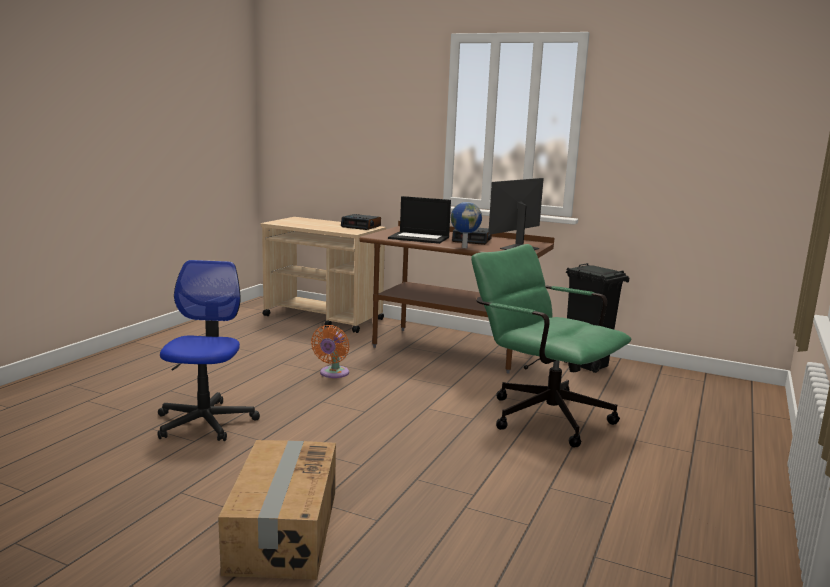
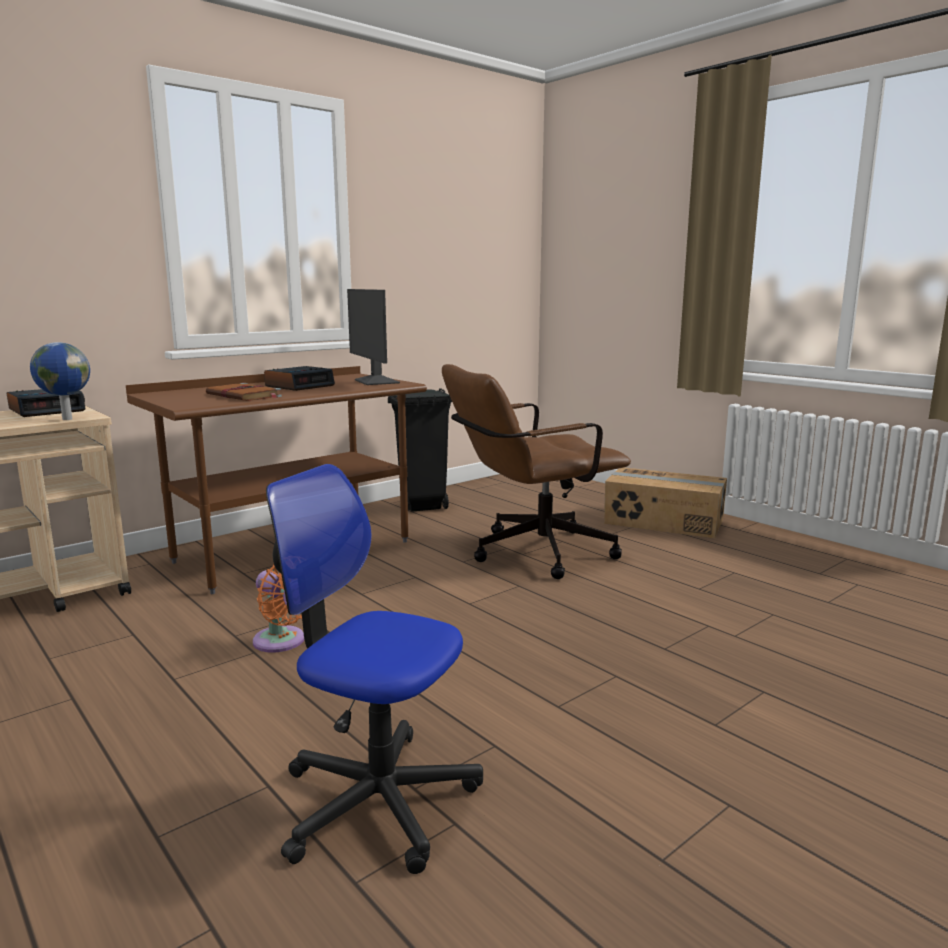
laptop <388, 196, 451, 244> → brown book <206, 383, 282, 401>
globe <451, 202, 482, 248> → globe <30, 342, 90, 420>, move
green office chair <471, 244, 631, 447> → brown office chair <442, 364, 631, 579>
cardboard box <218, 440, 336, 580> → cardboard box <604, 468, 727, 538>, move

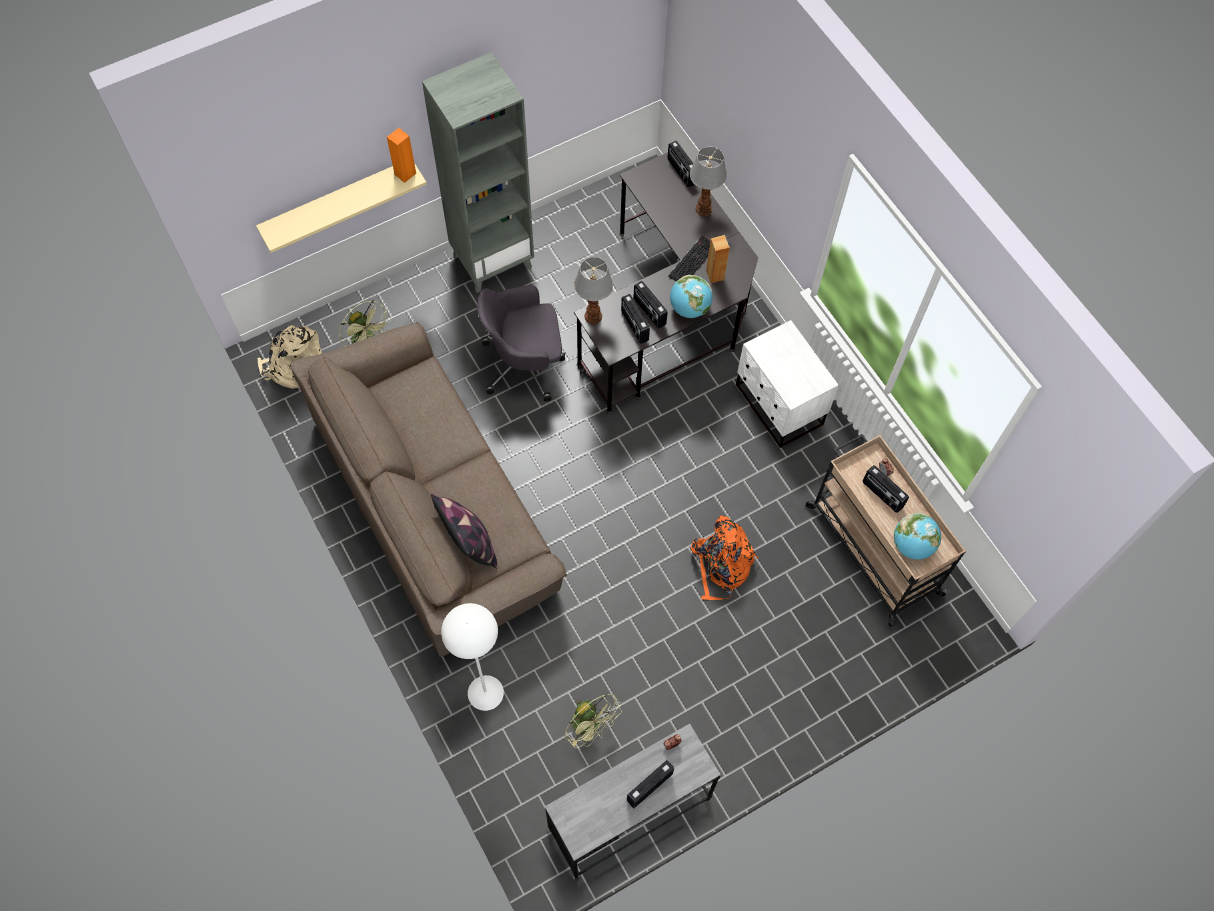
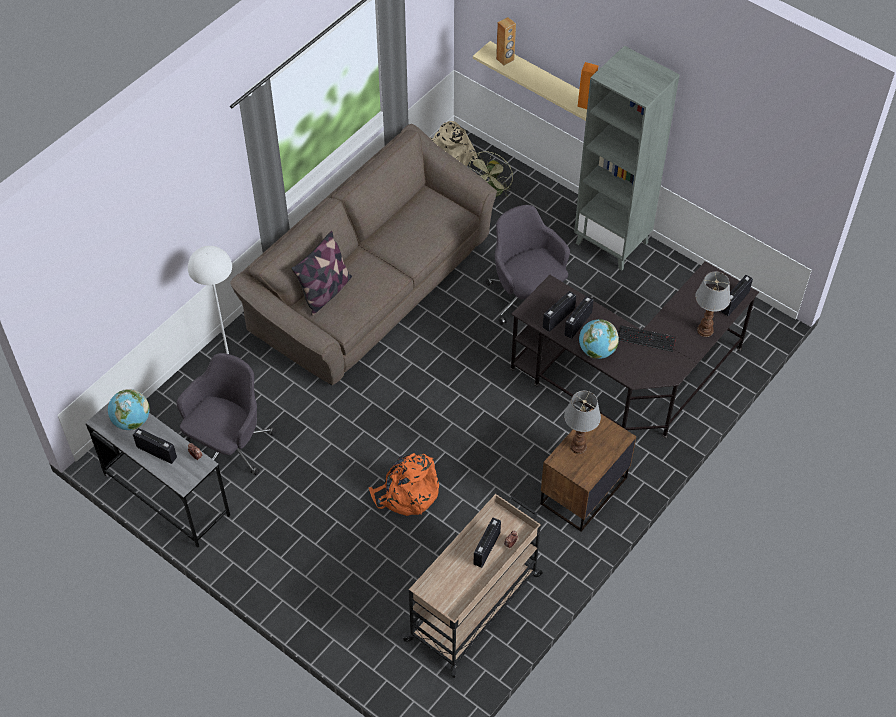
brown speaker <706, 235, 730, 283> → brown speaker <496, 17, 516, 65>, move
table lamp <574, 257, 613, 324> → table lamp <564, 391, 601, 454>, move
white nightstand <736, 320, 839, 448> → brown nightstand <541, 408, 636, 532>
globe <894, 513, 941, 560> → globe <108, 389, 150, 430>, move
green fan <565, 694, 622, 748> → grey office chair <177, 353, 276, 476>

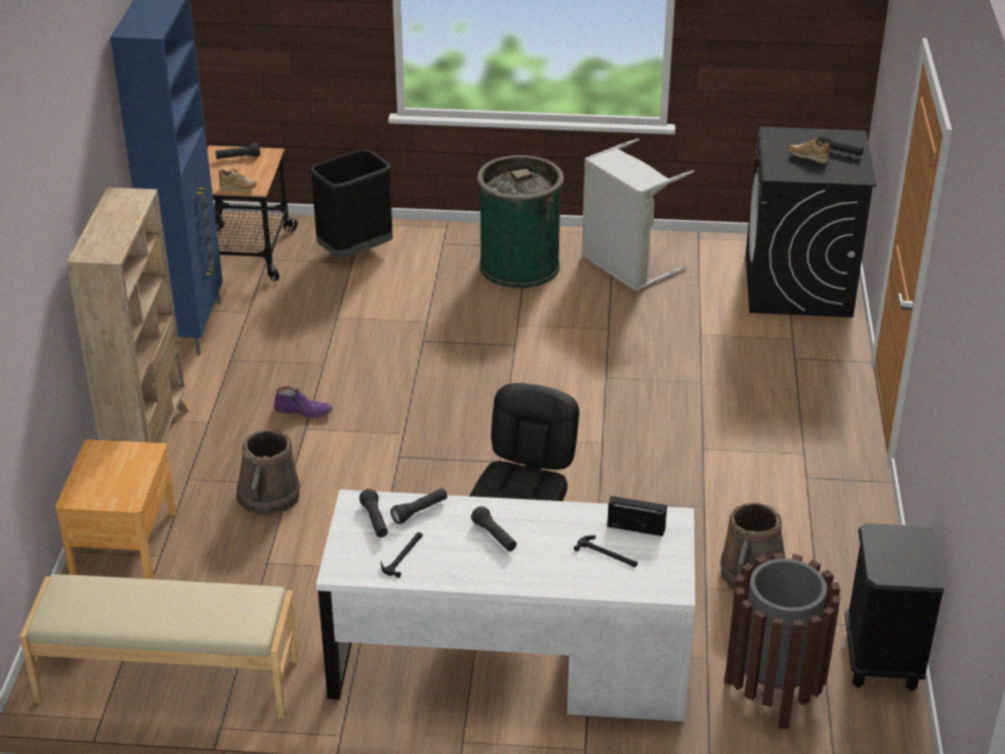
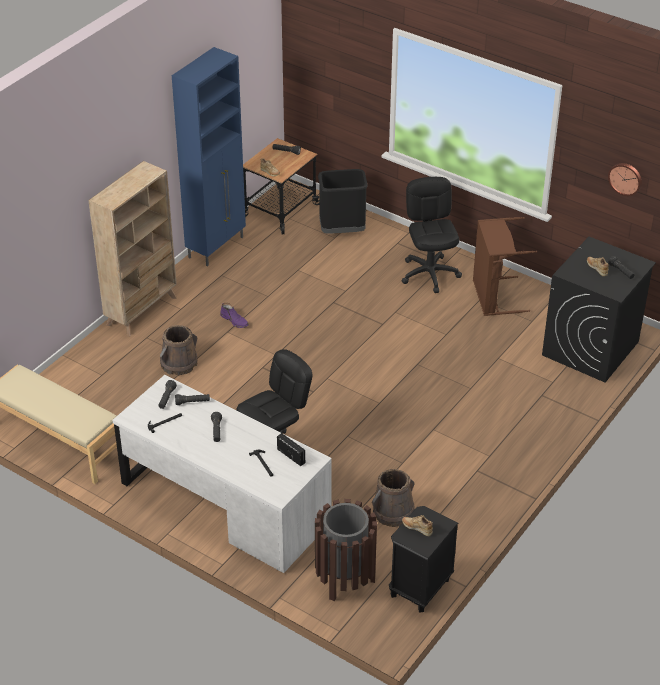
grey laundry basket <581, 138, 694, 292> → brown laundry basket <473, 217, 537, 316>
green trash can <477, 155, 564, 288> → black office chair <402, 177, 462, 293>
brown nightstand <56, 439, 177, 579> → -
- → wall clock <608, 163, 642, 196>
- → beige shoe <402, 515, 433, 536>

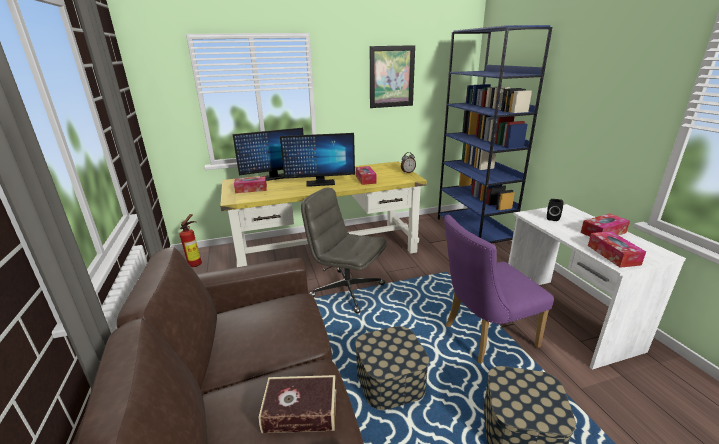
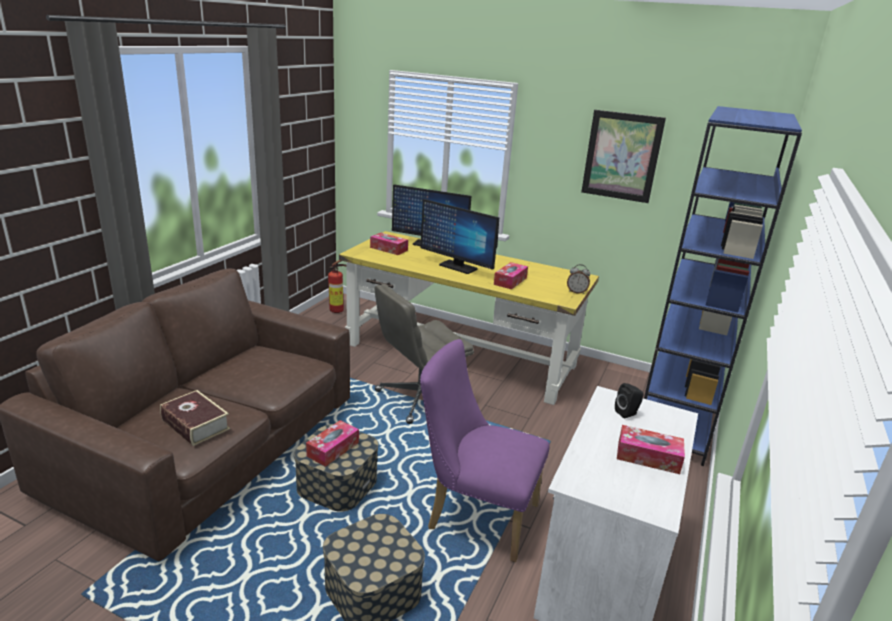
grey office chair <301, 188, 387, 314> → grey office chair <375, 284, 474, 424>, 105 degrees counterclockwise
tissue box <588, 231, 646, 268> → tissue box <306, 420, 359, 467>, move

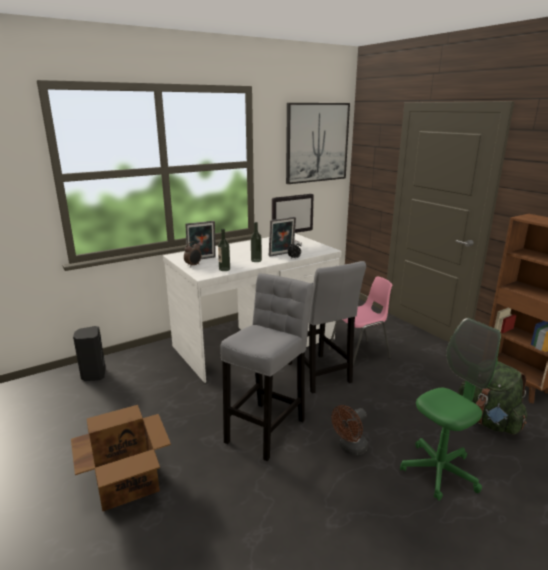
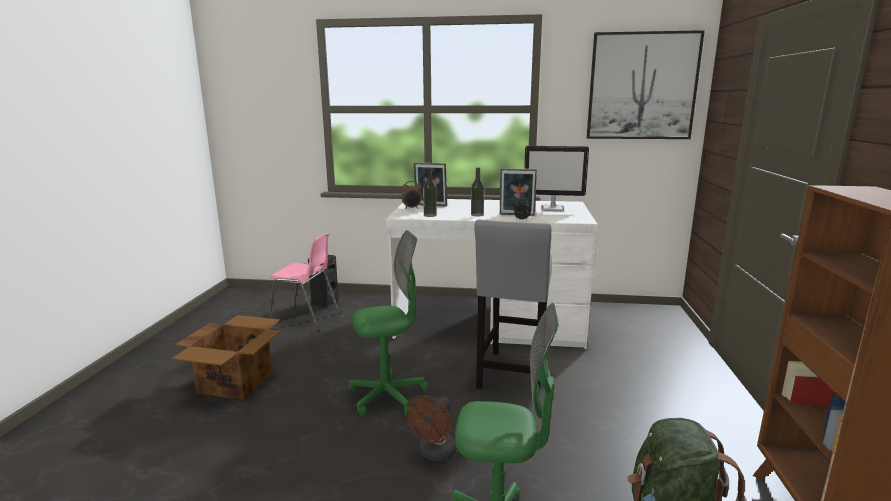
grey stool <220, 273, 313, 461> → green office chair <349, 230, 429, 416>
pink chair <328, 276, 392, 365> → pink chair <268, 233, 340, 331>, move
brown fan <331, 405, 368, 455> → brown fan <407, 395, 457, 462>, 60 degrees counterclockwise

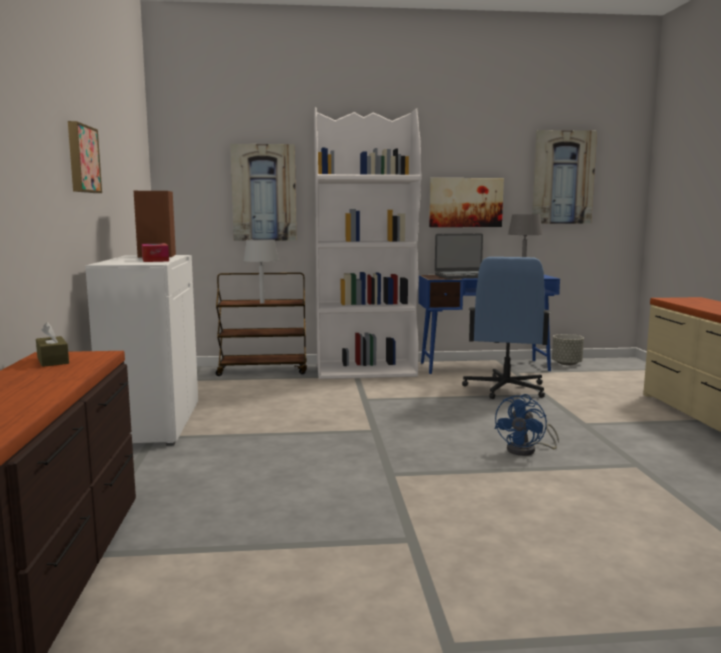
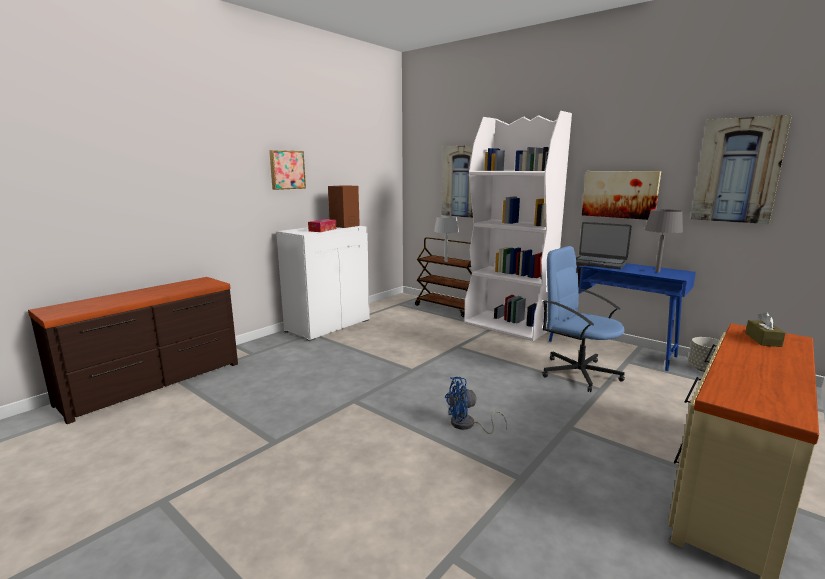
blue office chair <462, 257, 551, 399> → blue office chair <543, 246, 625, 392>, 75 degrees clockwise
brown tissue box <36, 322, 69, 367> → brown tissue box <745, 312, 786, 347>, move

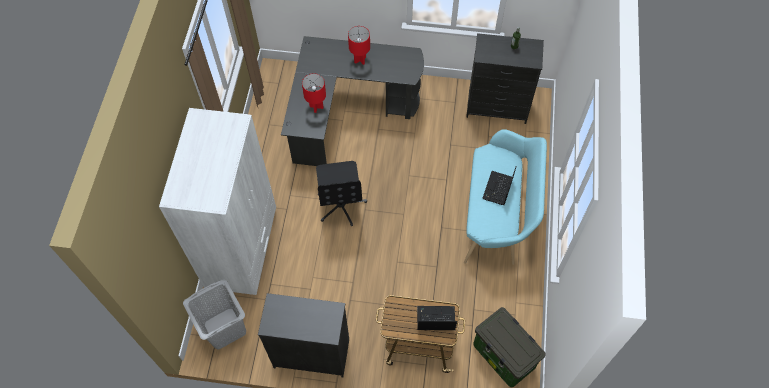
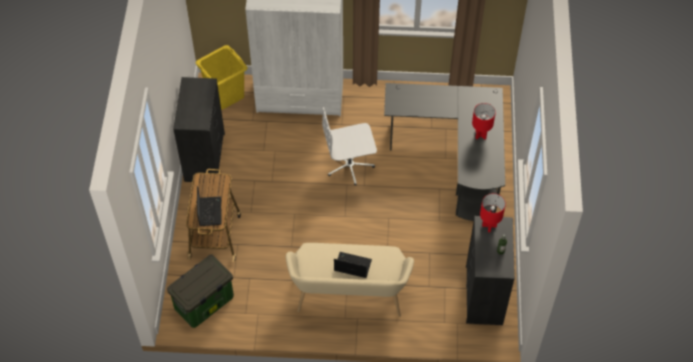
red table lamp <302, 74, 326, 113> → red table lamp <480, 193, 506, 232>, move
turquoise bench <464, 129, 547, 265> → beige bench <286, 243, 414, 317>
black office chair <316, 161, 367, 226> → white office chair <322, 107, 377, 185>
grey laundry basket <183, 280, 246, 349> → yellow laundry basket <196, 45, 248, 110>

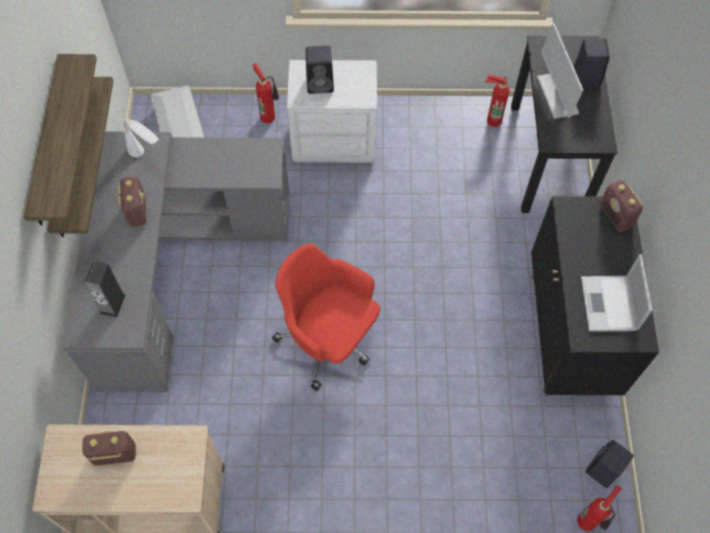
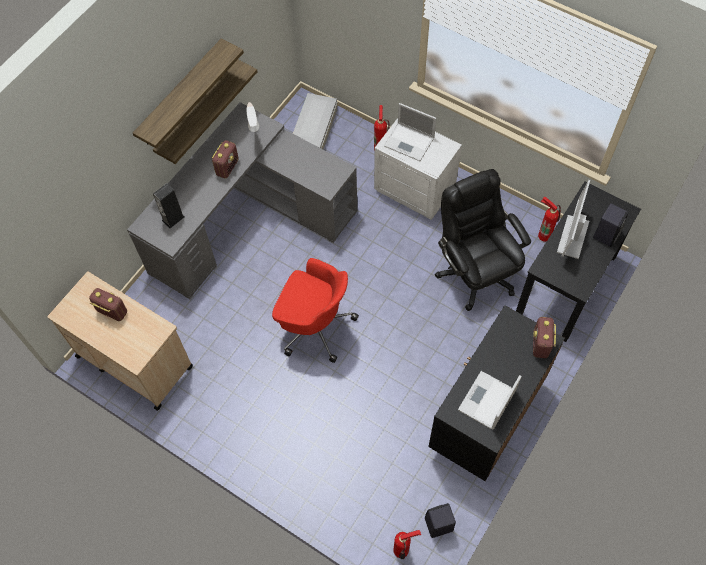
black speaker <306, 45, 334, 94> → laptop <384, 103, 436, 161>
red office chair <272, 244, 380, 391> → red office chair <272, 258, 359, 363>, 135 degrees clockwise
- → black office chair <435, 169, 531, 311>

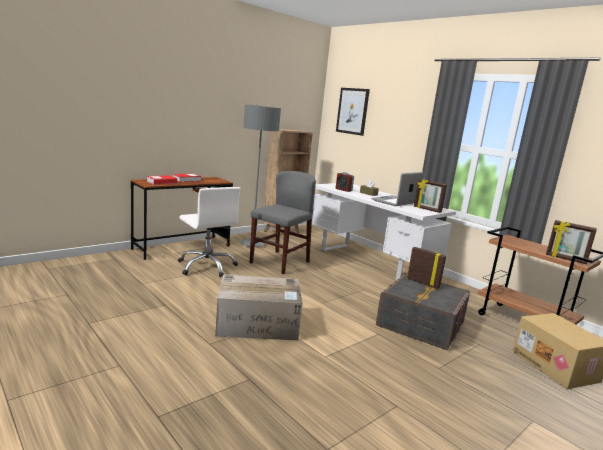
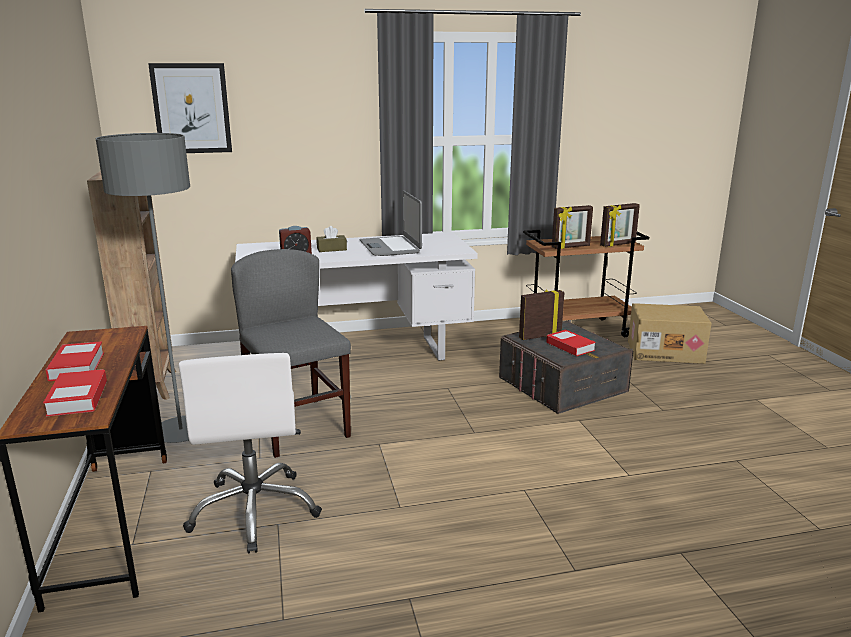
picture frame <414, 179, 447, 213> → picture frame <552, 205, 593, 249>, move
white office chair <178, 187, 240, 278> → white office chair <179, 353, 322, 553>, 90 degrees clockwise
cardboard box <215, 274, 303, 341> → -
- → book <546, 330, 596, 356>

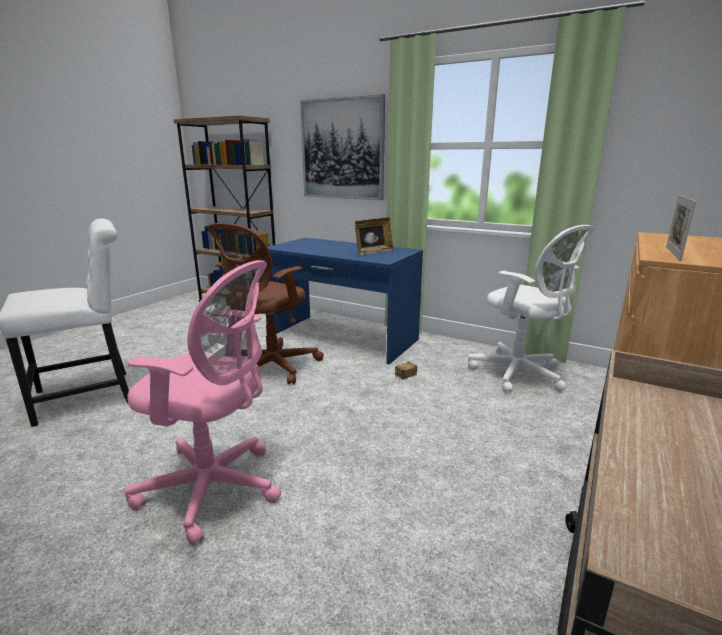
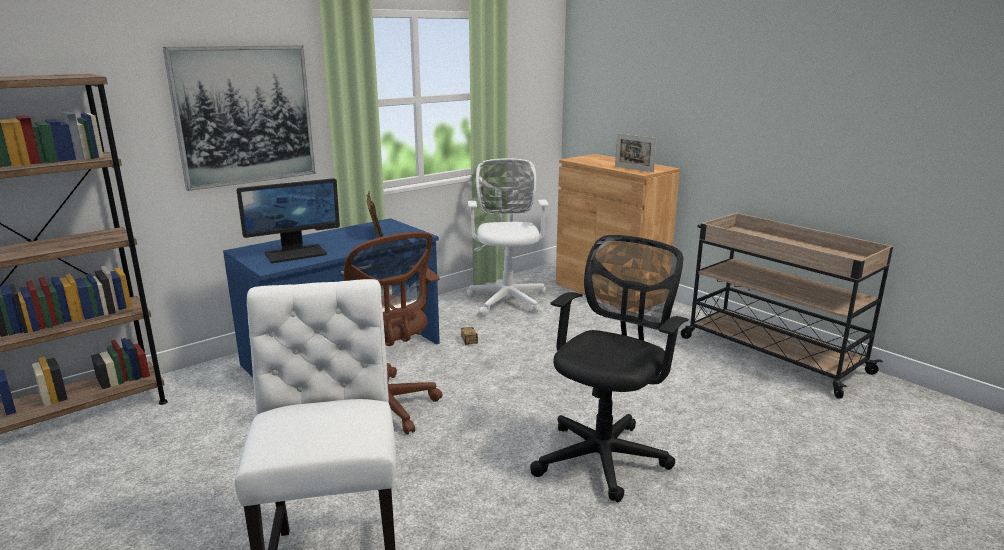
white office chair <468, 225, 594, 393> → white office chair <467, 158, 549, 316>, 75 degrees counterclockwise
pink office chair <124, 260, 281, 546> → black office chair <530, 235, 689, 502>
- → monitor <236, 178, 340, 263>

